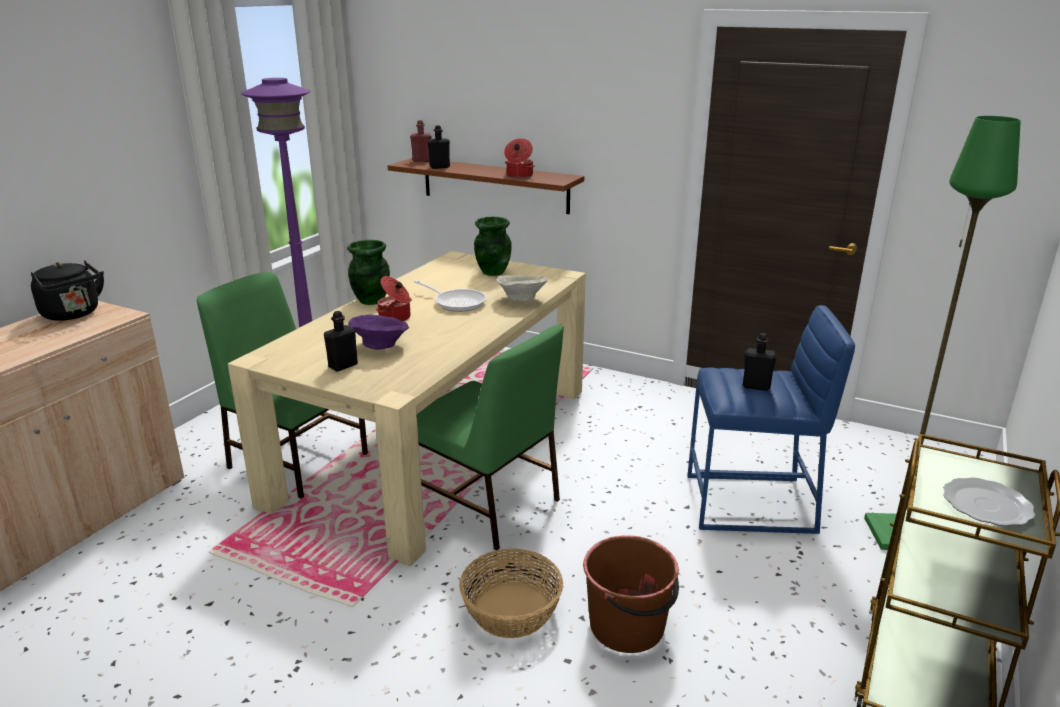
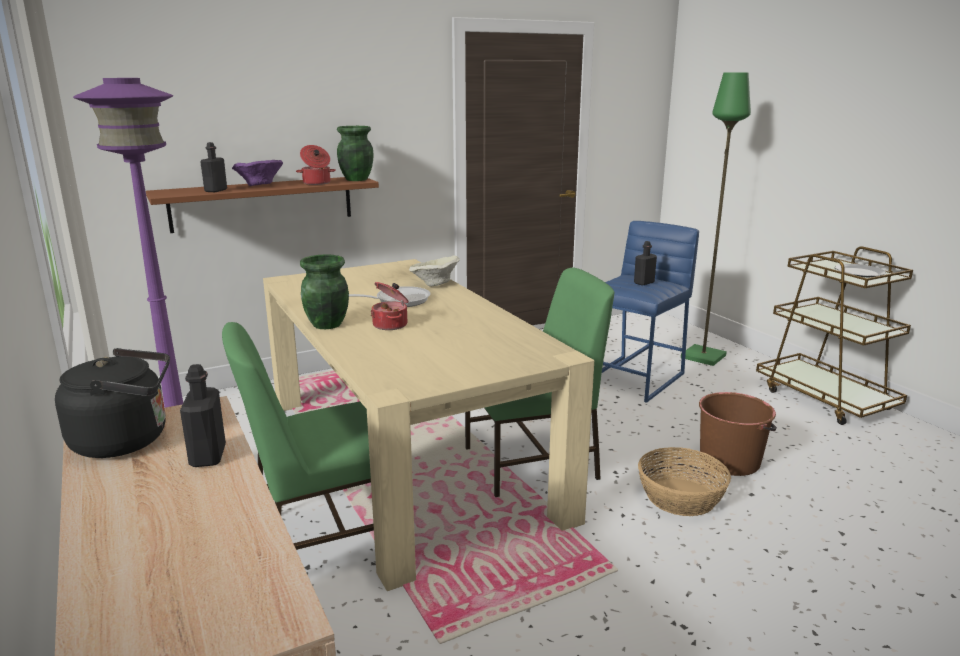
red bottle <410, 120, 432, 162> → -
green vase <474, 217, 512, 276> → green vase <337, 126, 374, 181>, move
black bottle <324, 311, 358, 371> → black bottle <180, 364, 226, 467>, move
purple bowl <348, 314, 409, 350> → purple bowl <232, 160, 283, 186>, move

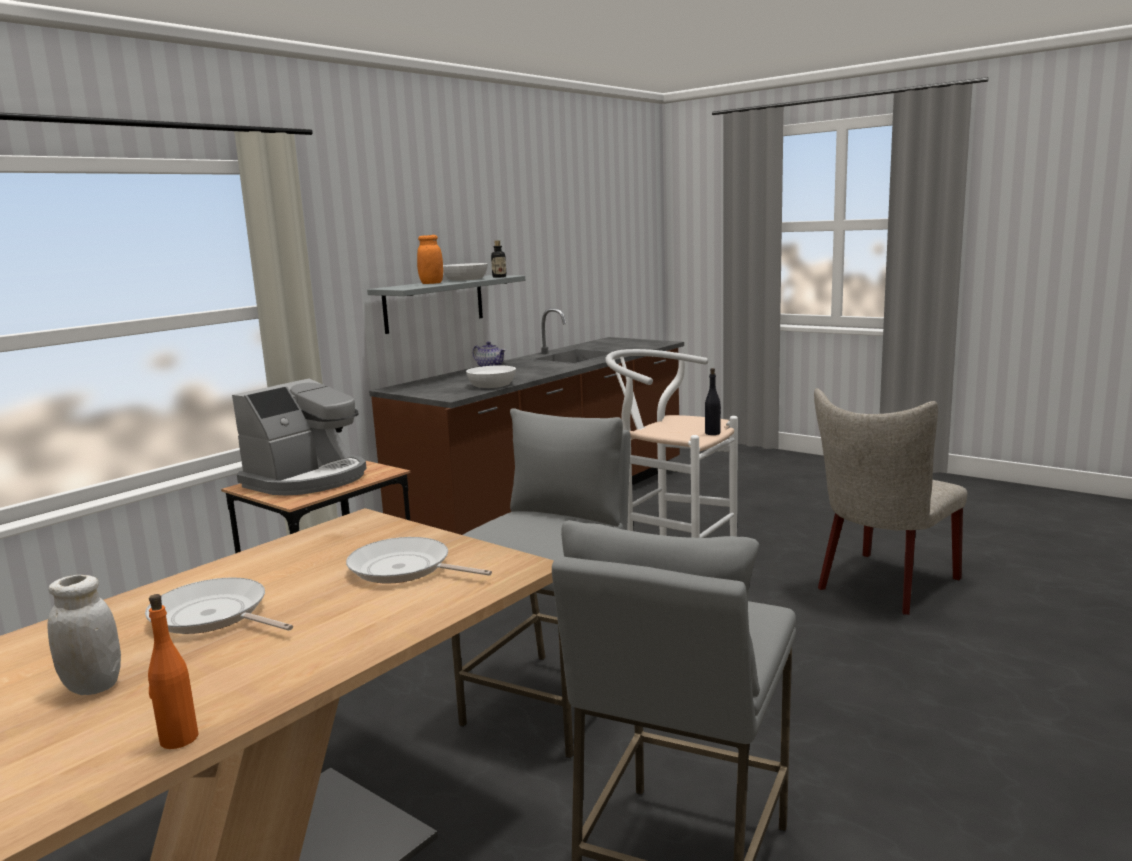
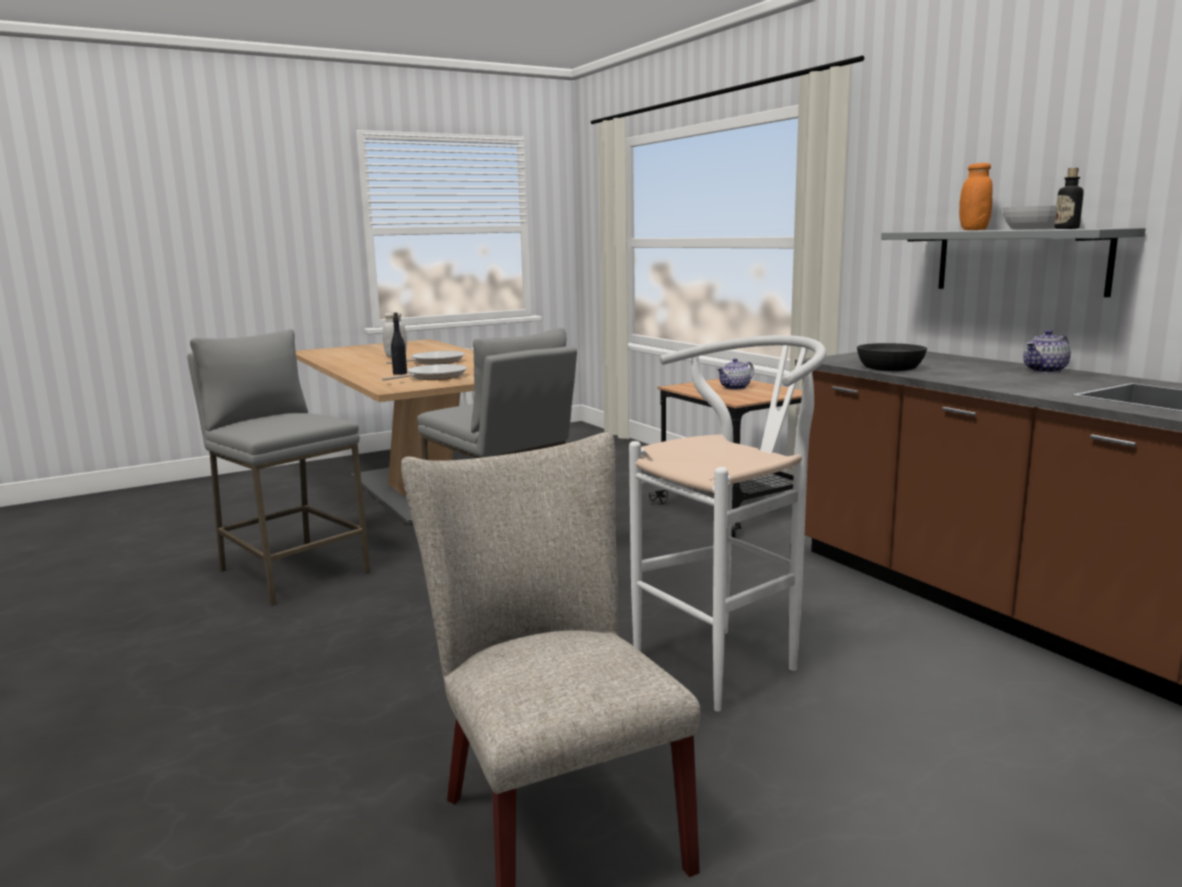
white bowl <466, 365, 516, 388> → black bowl <857, 343, 927, 371>
black bottle <705, 368, 721, 435> → black bottle <391, 313, 407, 375>, move
coffee machine <232, 378, 367, 495> → teapot <717, 358, 754, 390>
orange bottle <148, 594, 199, 749> → -

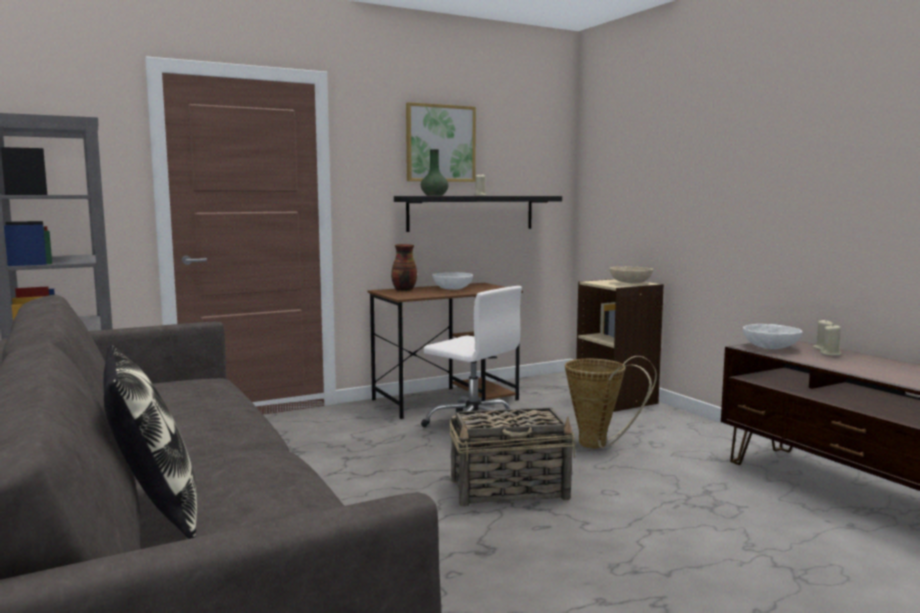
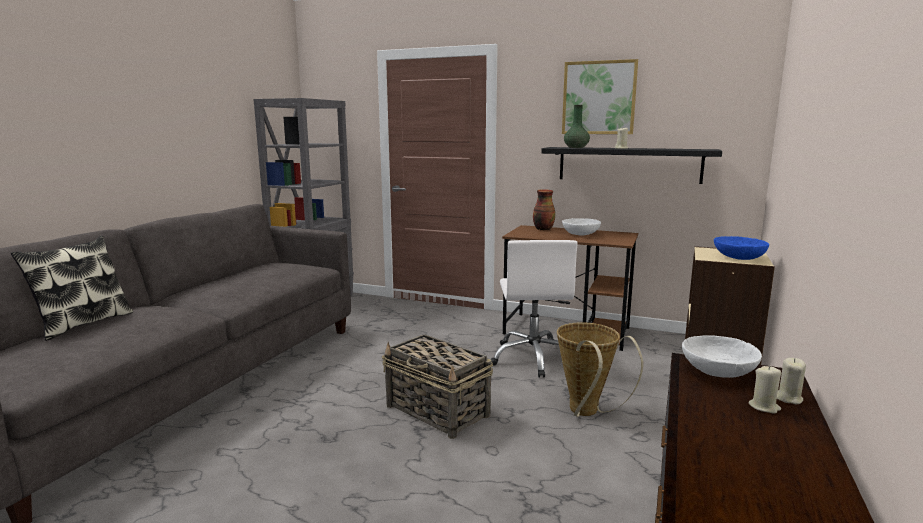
beige bowl <609, 266, 653, 283> → blue bowl <714, 236, 769, 260>

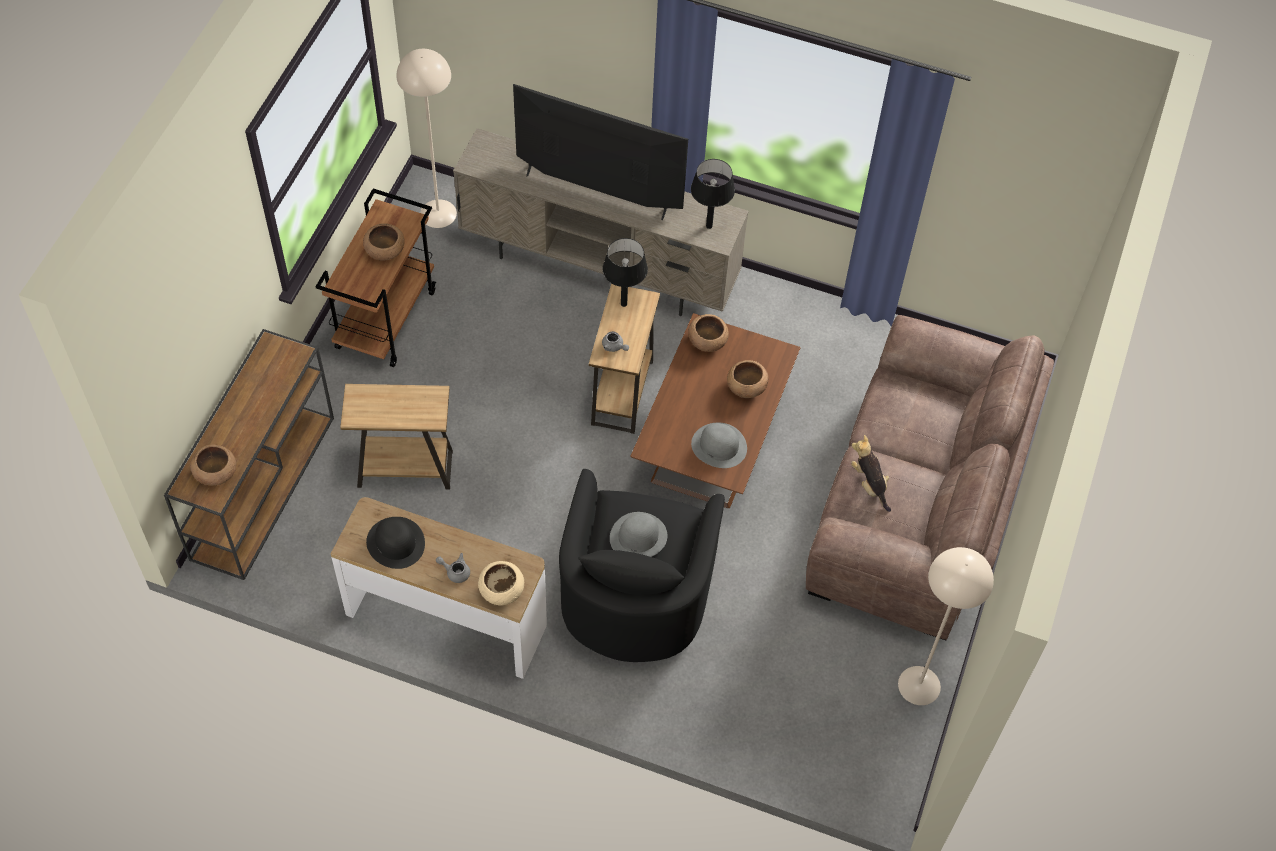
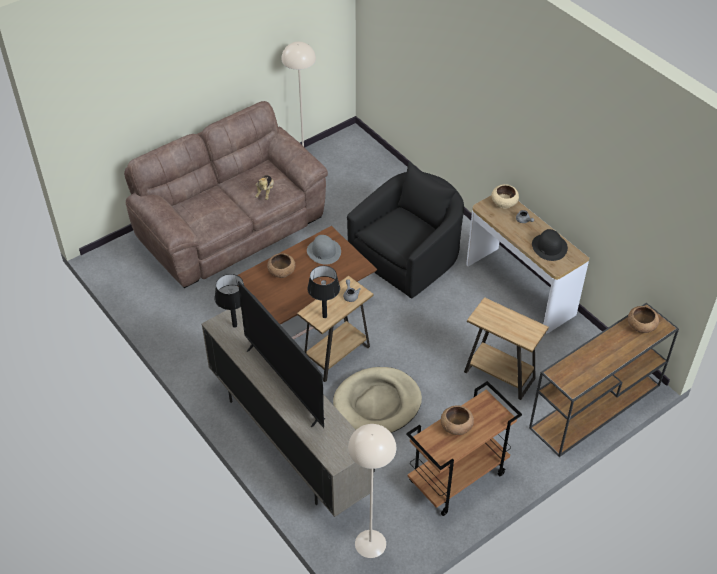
brown bowl <688, 314, 729, 352> → -
grey hat <610, 512, 667, 557> → -
- → beige dog bed <333, 367, 422, 433>

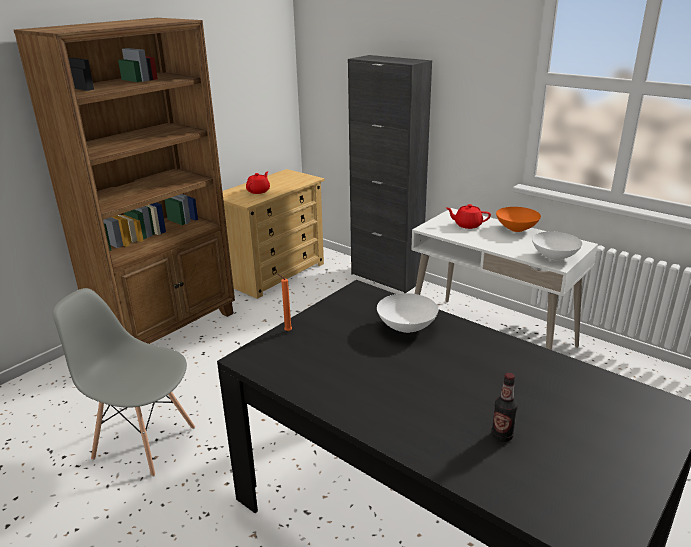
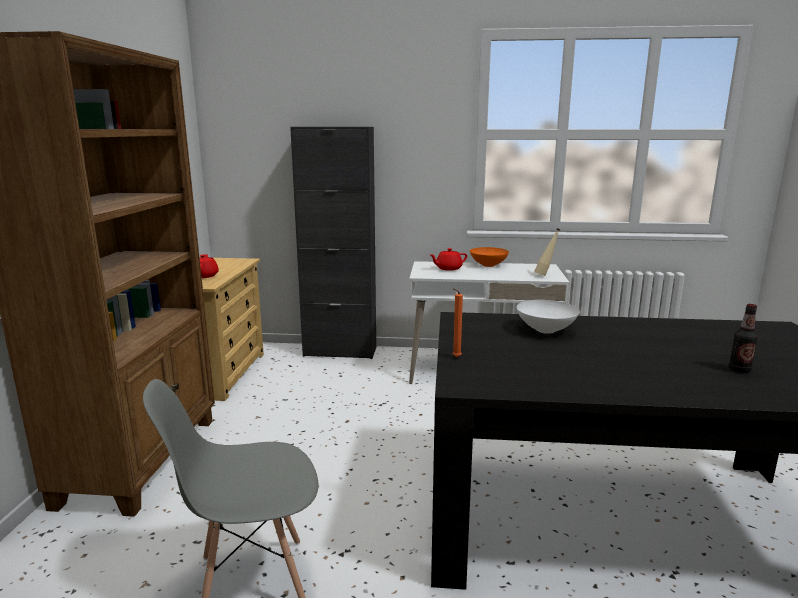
white bowl <532, 231, 582, 260> → beige bottle <534, 228, 560, 276>

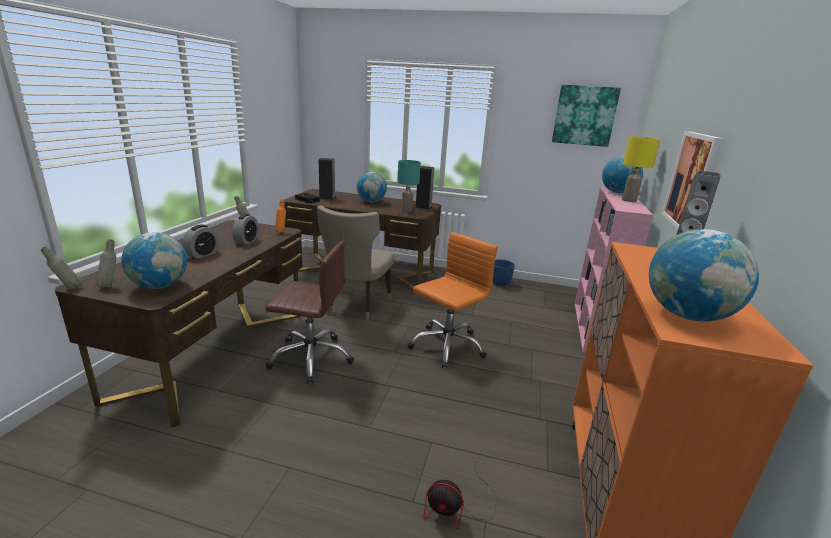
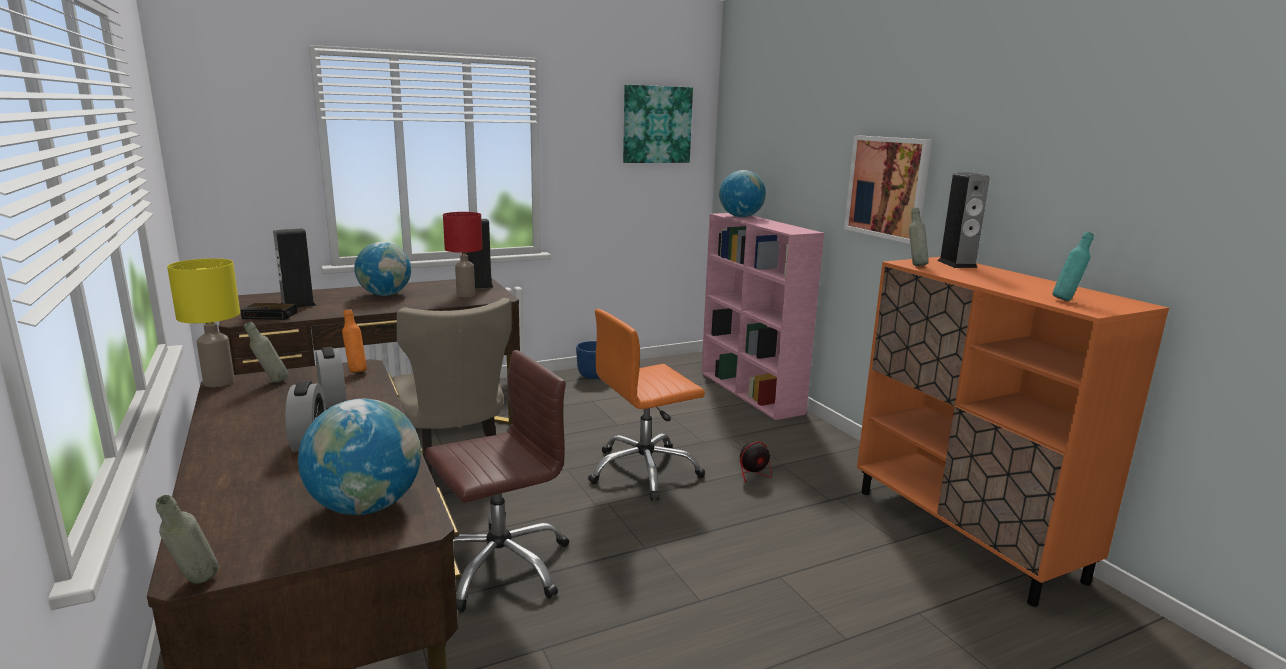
yellow table lamp <622, 137, 660, 202> → yellow table lamp <167, 258, 240, 387>, move
turquoise table lamp <397, 160, 421, 212> → red table lamp <443, 212, 483, 297>
globe <649, 229, 759, 322> → turquoise bottle <1052, 232, 1094, 301>
orange office chair <408, 232, 498, 369> → orange office chair <588, 309, 705, 501>, 120 degrees counterclockwise
grey bottle <97, 239, 116, 288> → grey bottle <909, 208, 929, 266>, move
fan <424, 462, 497, 529> → fan <731, 441, 782, 483>, move

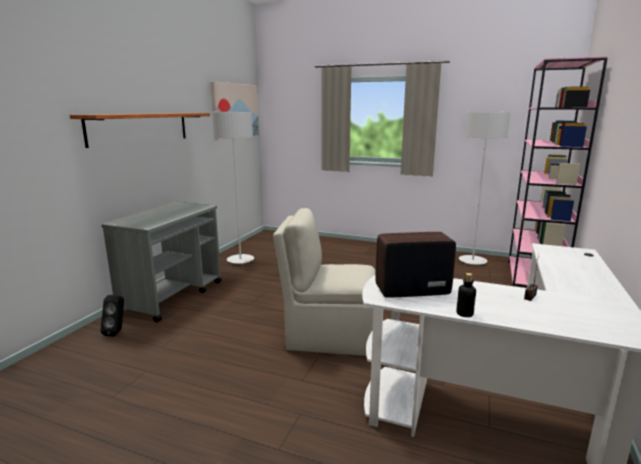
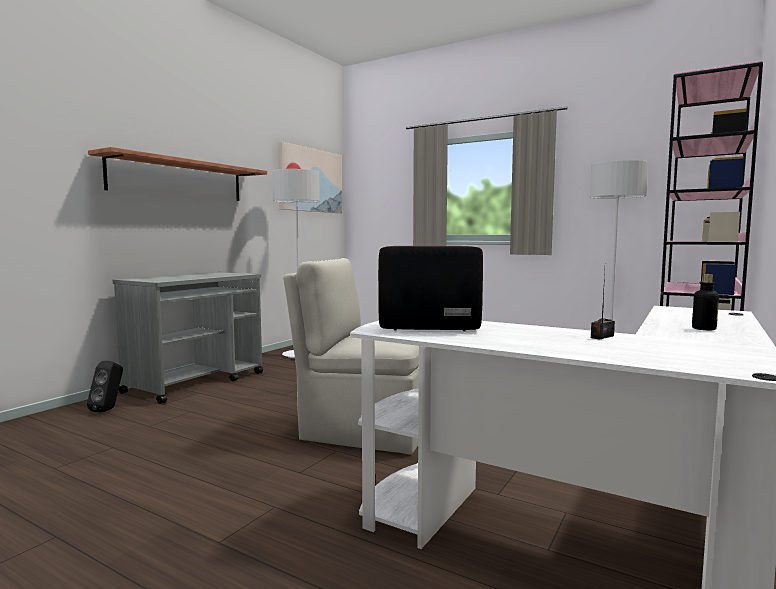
bottle <456, 273, 476, 317> → bottle <692, 274, 719, 330>, move

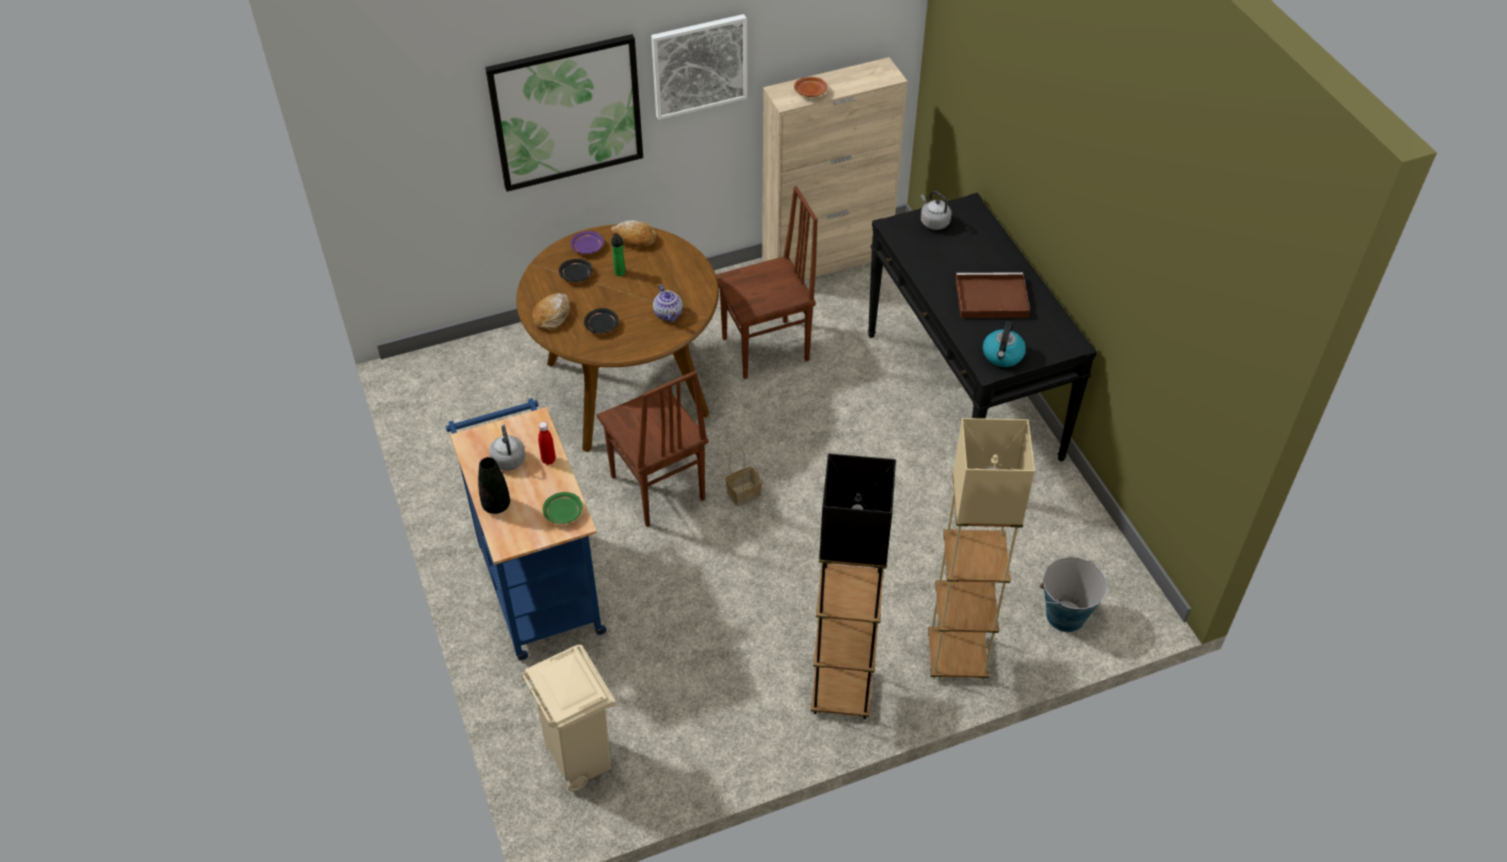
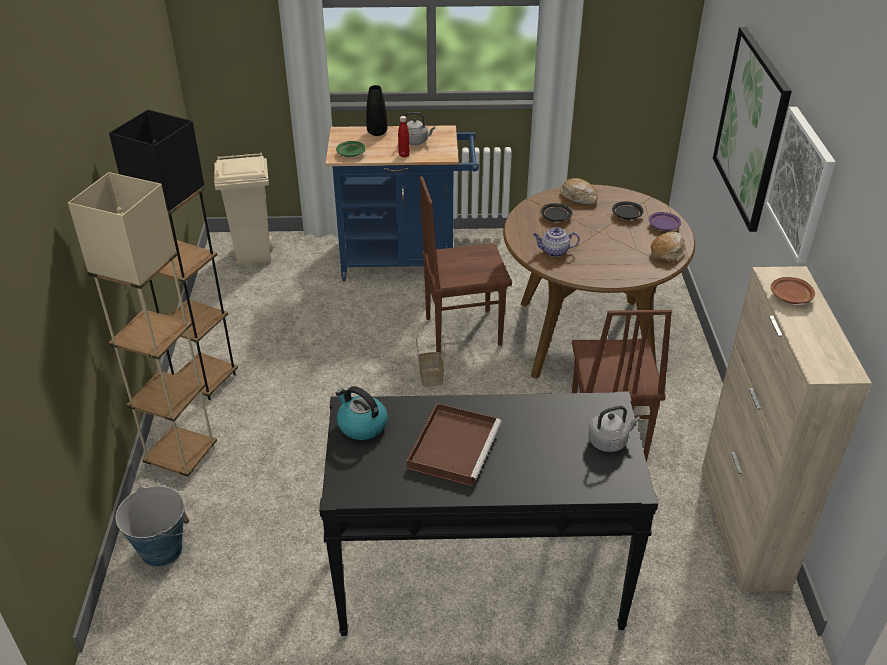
bottle <611, 233, 625, 276> → -

